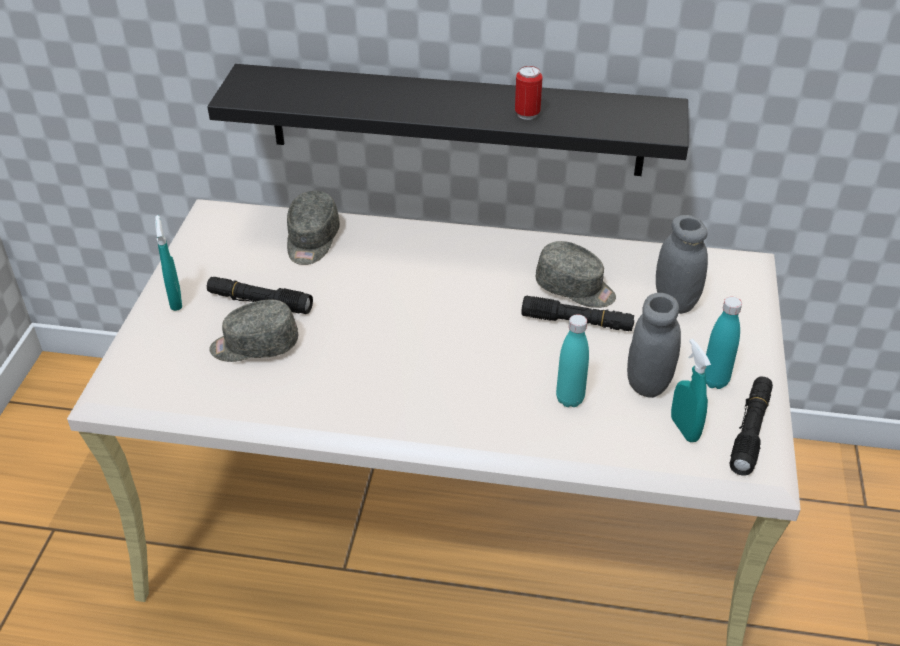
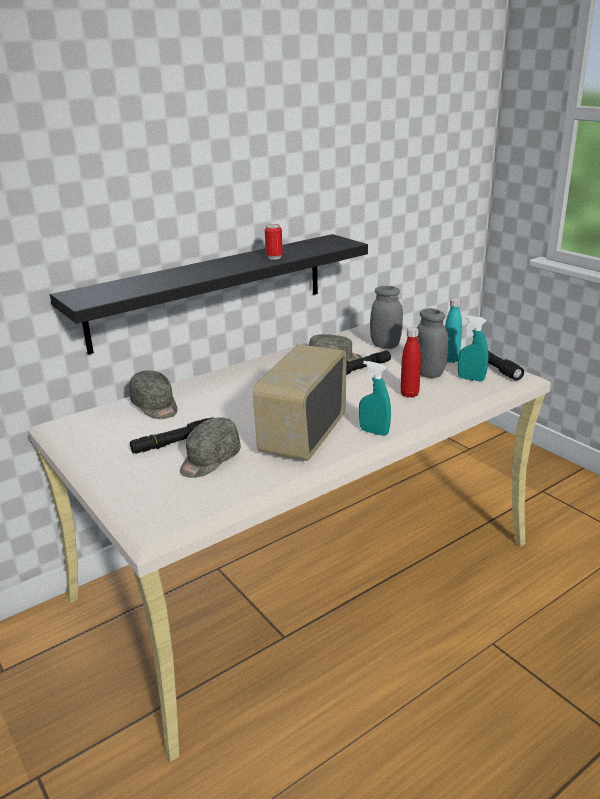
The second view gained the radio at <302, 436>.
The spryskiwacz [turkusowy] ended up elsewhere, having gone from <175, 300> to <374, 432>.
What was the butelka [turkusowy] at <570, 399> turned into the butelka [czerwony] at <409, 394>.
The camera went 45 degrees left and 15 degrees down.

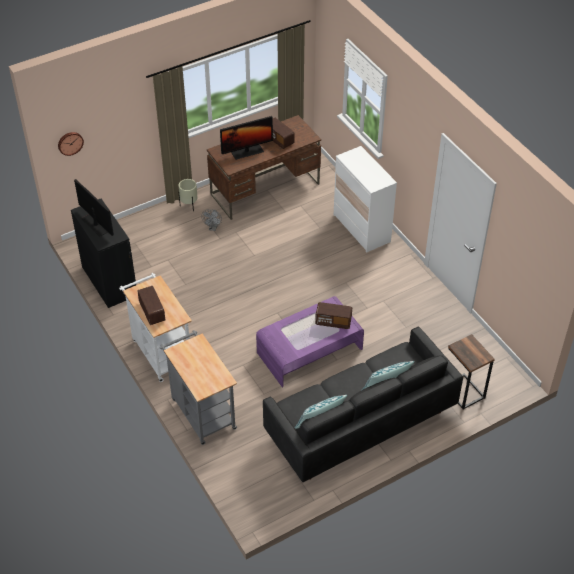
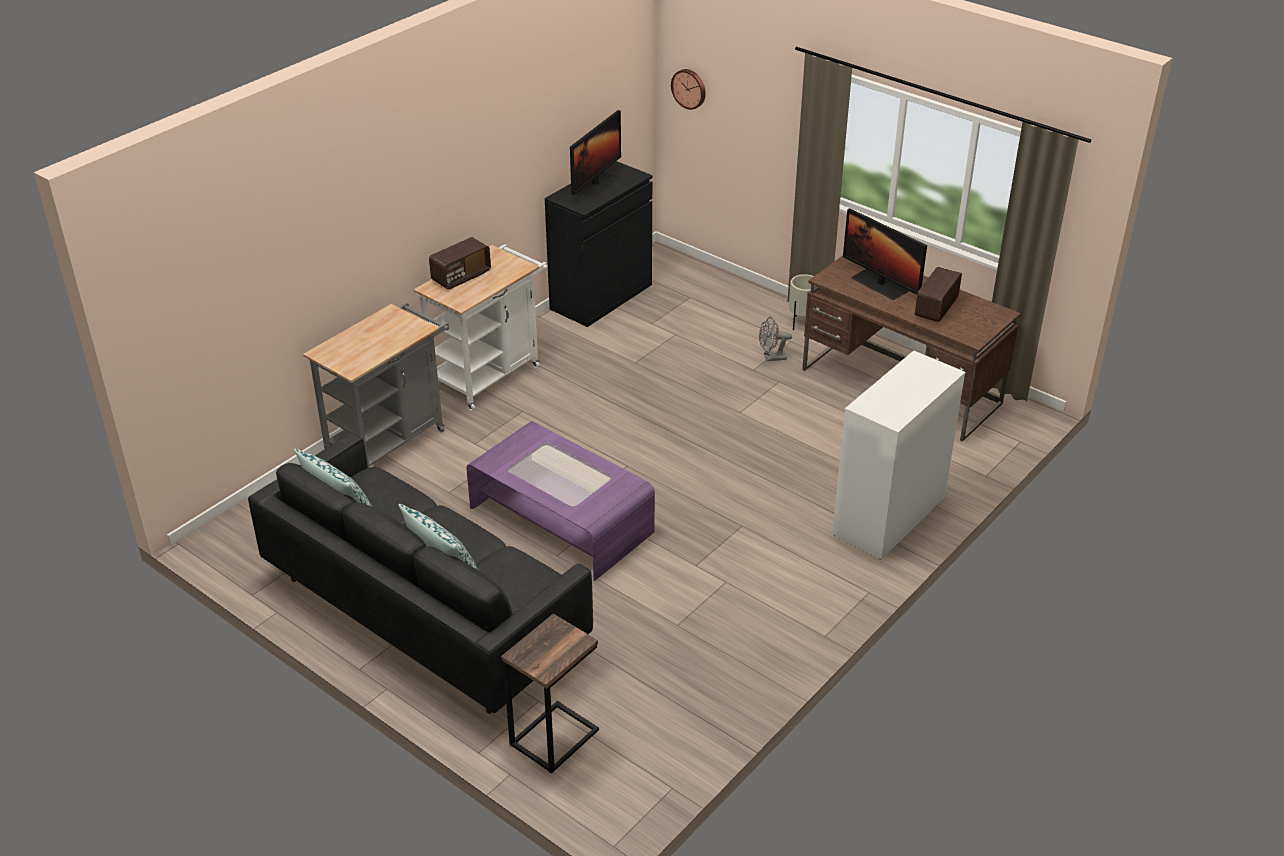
The second view lost the radio at <333, 322>.
The camera went 70 degrees right and 10 degrees down.

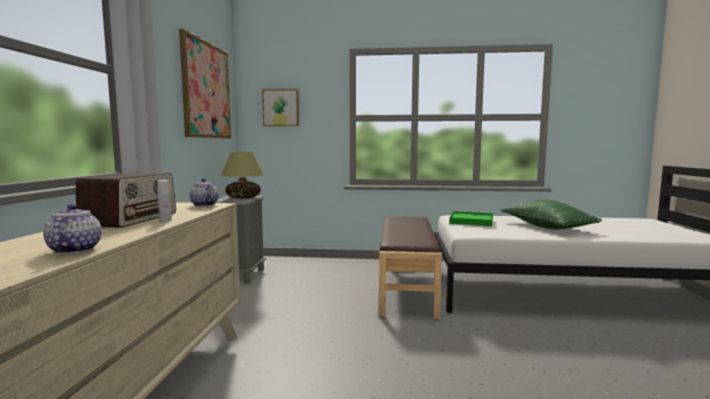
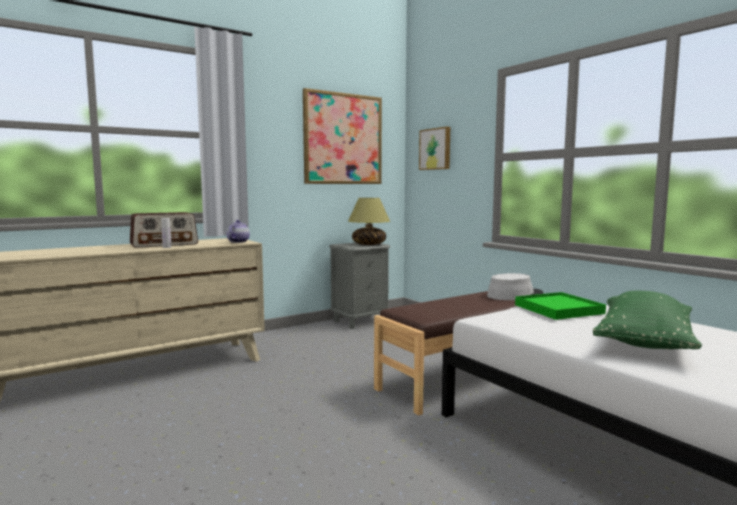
The second view lost the imbryk at <74, 250>.
The second view gained the kapelusz [szary] at <514, 295>.
The camera went 50 degrees right and 0 degrees up.

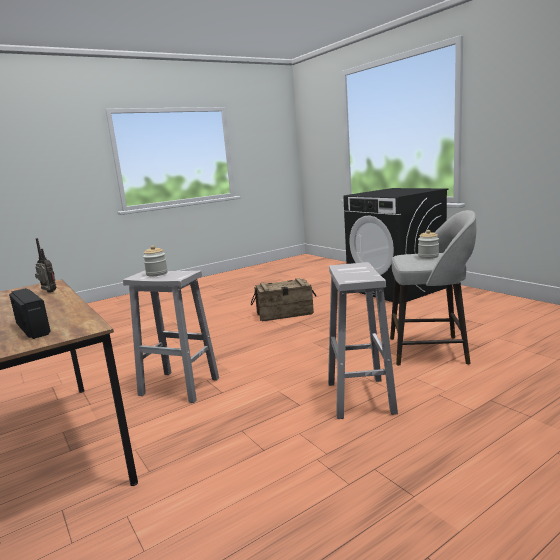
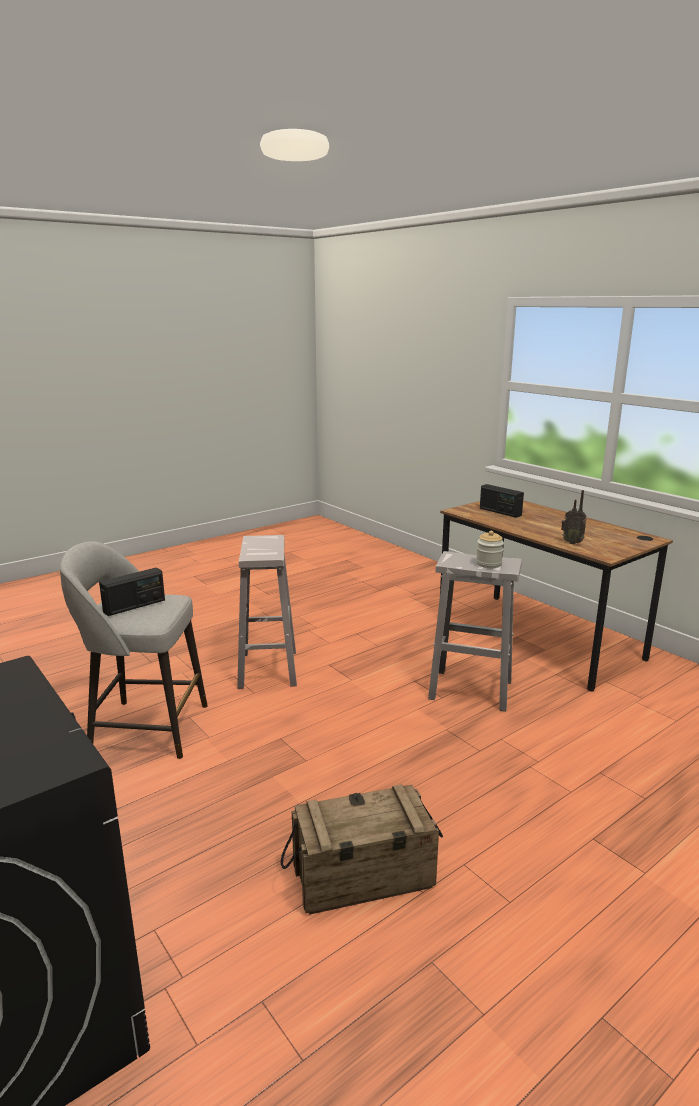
Where the słoik stood at <428, 256>, the radio came to stand at <134, 606>.
The camera went 175 degrees right and 5 degrees up.

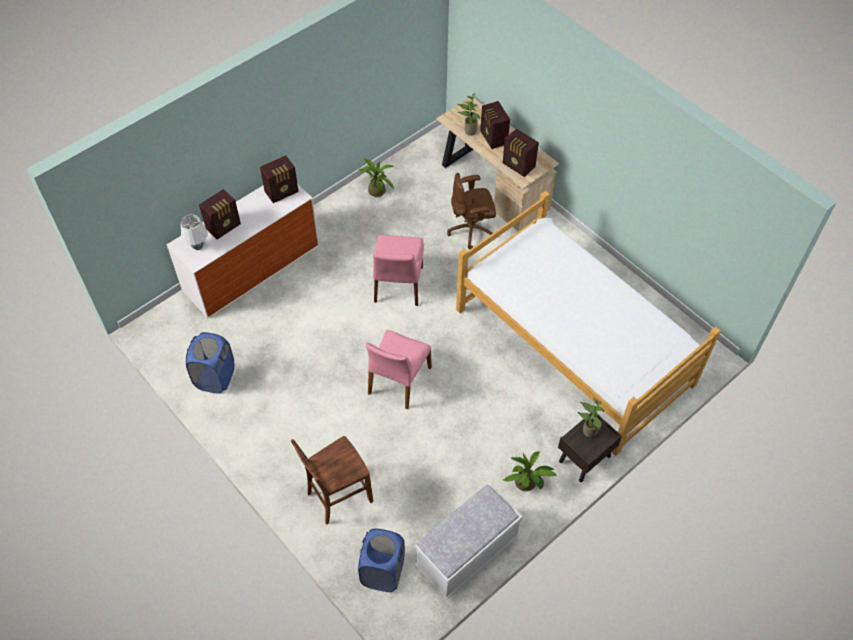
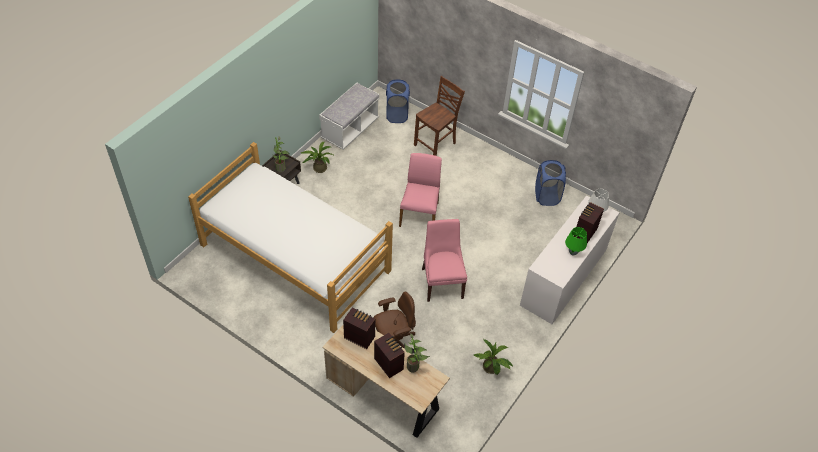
The second view lost the radio at <282, 192>.
The second view gained the lampa stołowa [zielony] at <573, 252>.
The camera went 165 degrees right and 5 degrees down.

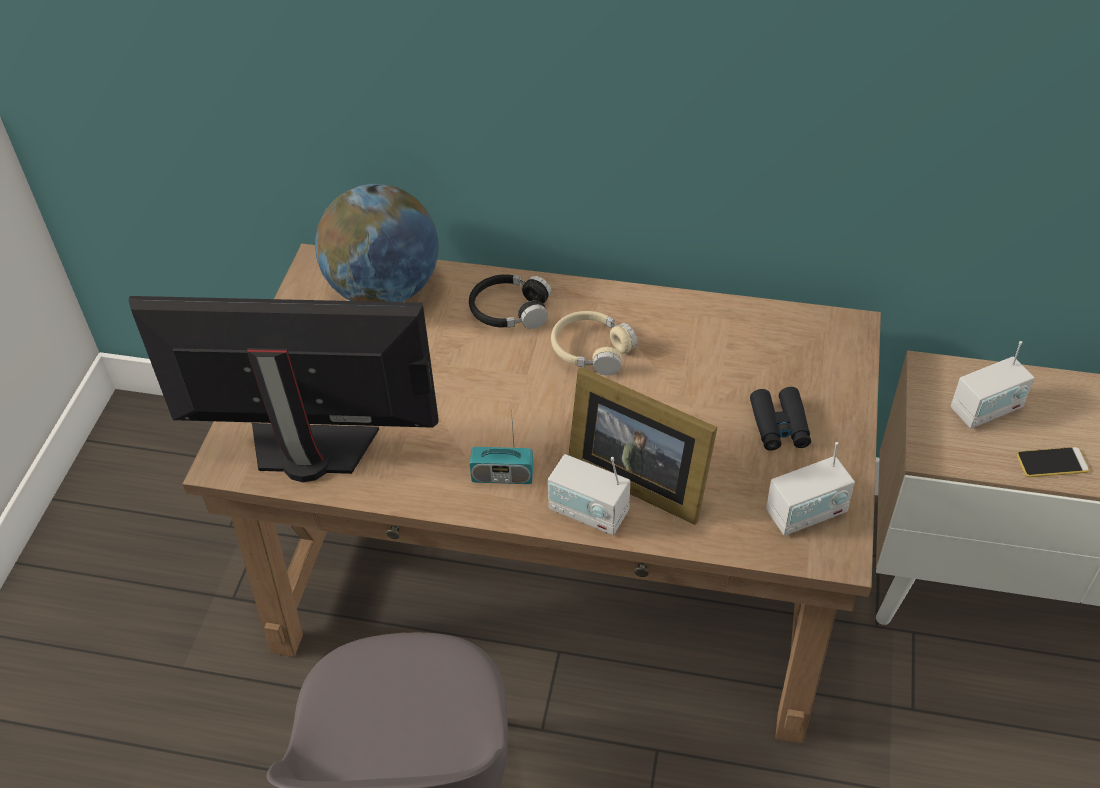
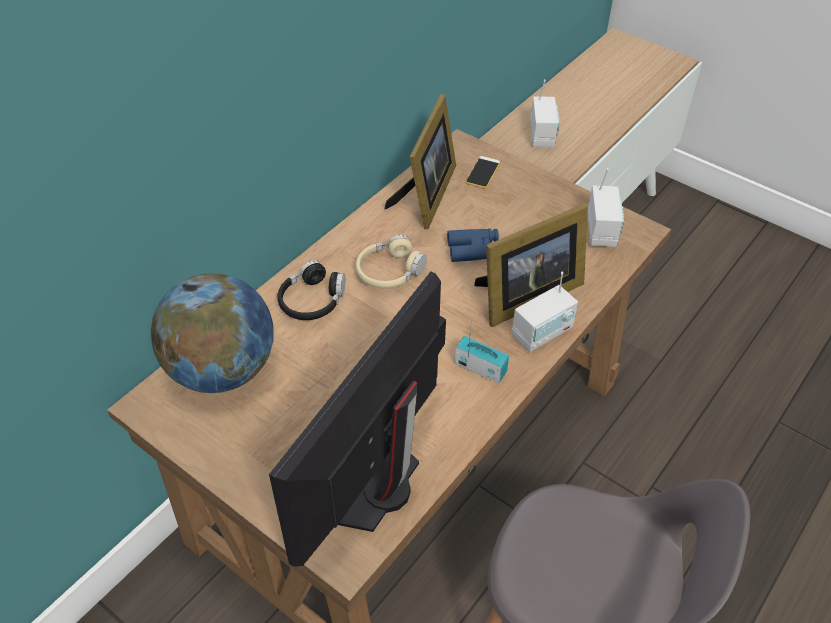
The second view lost the lornetka [czarny] at <779, 425>.
The second view gained the ramka na zdjęcie at <426, 196>.
The second view gained the lornetka [niebieski] at <474, 250>.
The telefon ended up elsewhere, having gone from <1052, 463> to <483, 172>.
The radio at <502, 476> ended up facing another way, 90 degrees counterclockwise from before.
The camera went 65 degrees left and 0 degrees up.

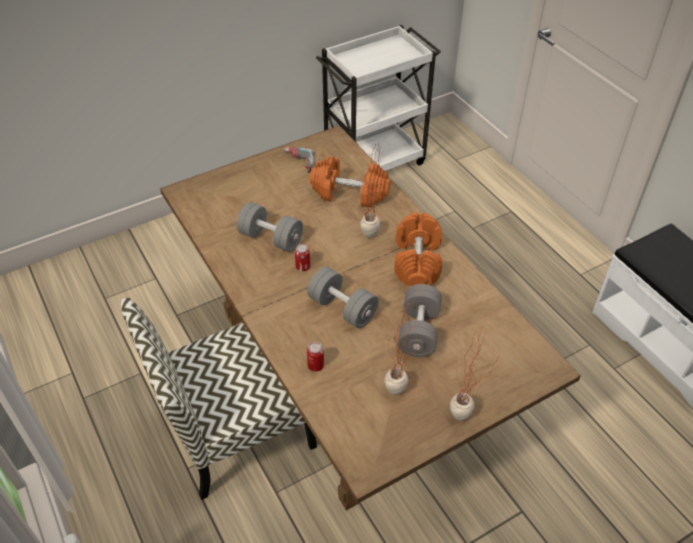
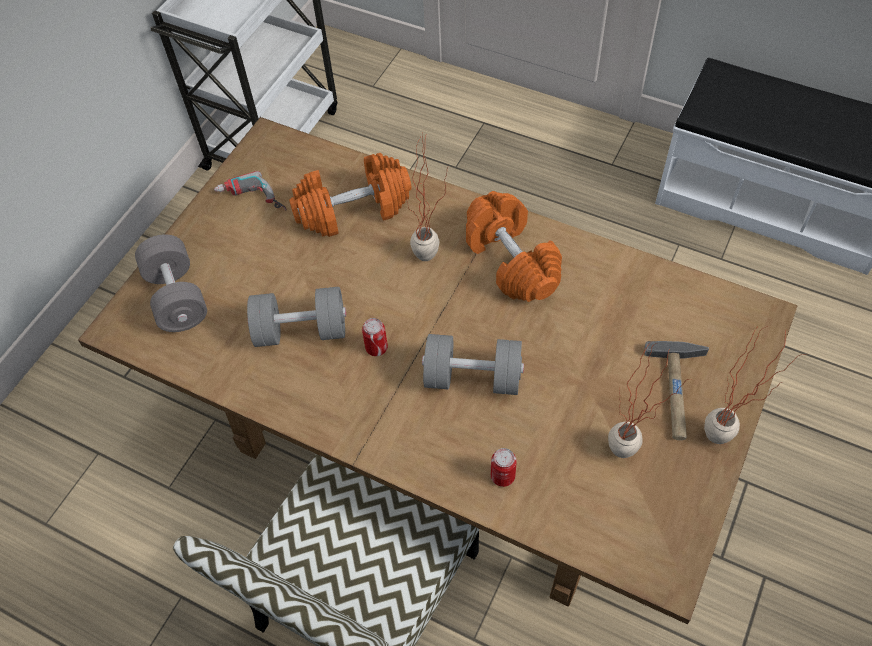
The second view gained the młotek at <678, 392>.
The hantel [szary] ended up elsewhere, having gone from <418, 331> to <177, 297>.
The camera went 30 degrees left and 10 degrees up.

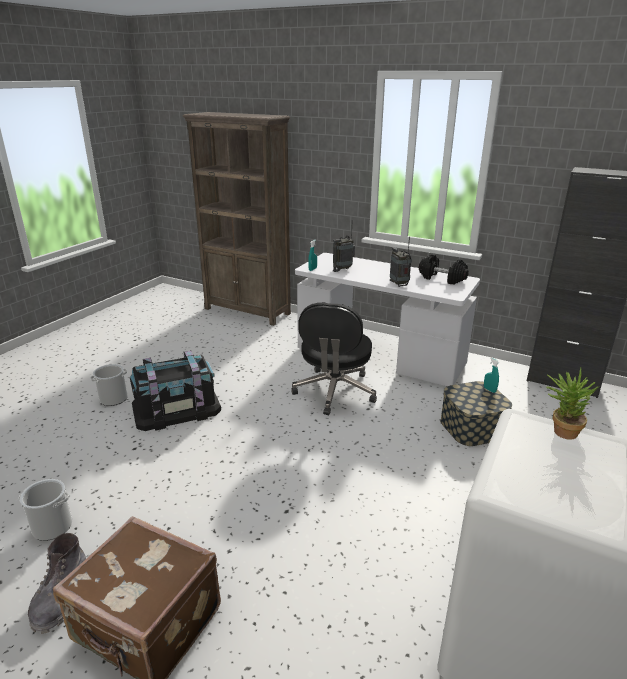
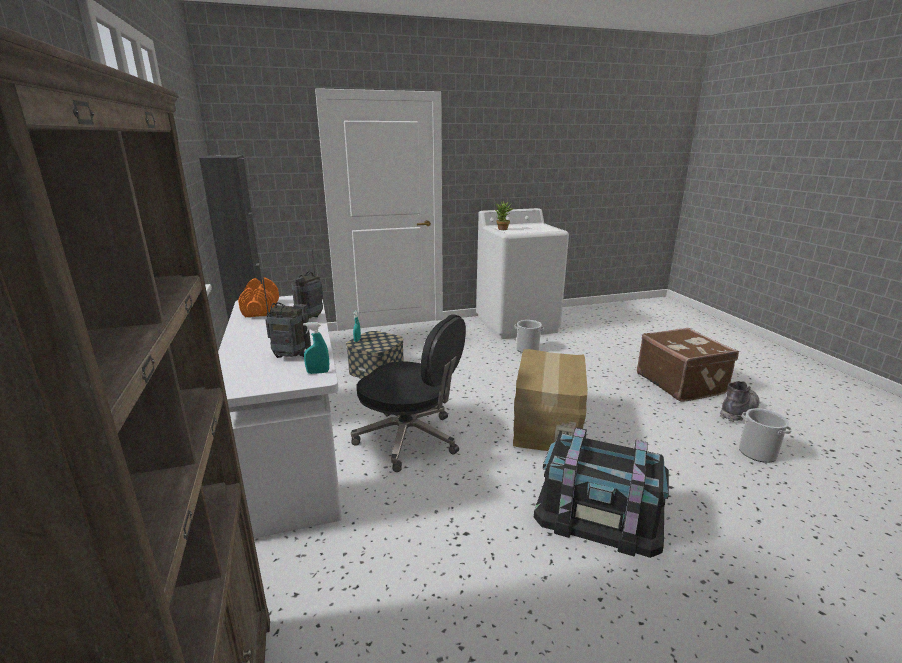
The second view gained the karton at <546, 424>.
The wiadro ended up elsewhere, having gone from <113, 399> to <527, 349>.
What was the hantel [czarny] at <441, 279> turned into the hantel [pomarańczowy] at <261, 309>.
The krzesło biurowe [czarny] at <334, 392> ended up facing another way, 60 degrees clockwise from before.
The camera went 135 degrees left and 5 degrees down.

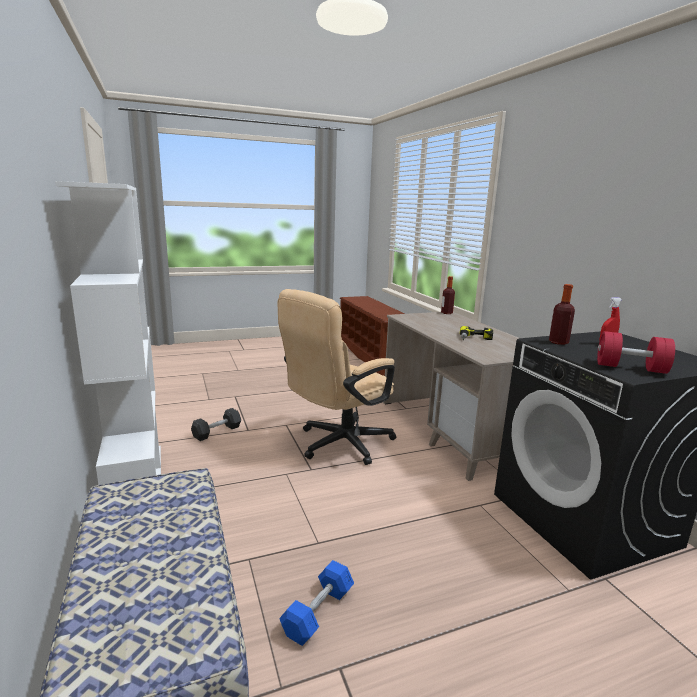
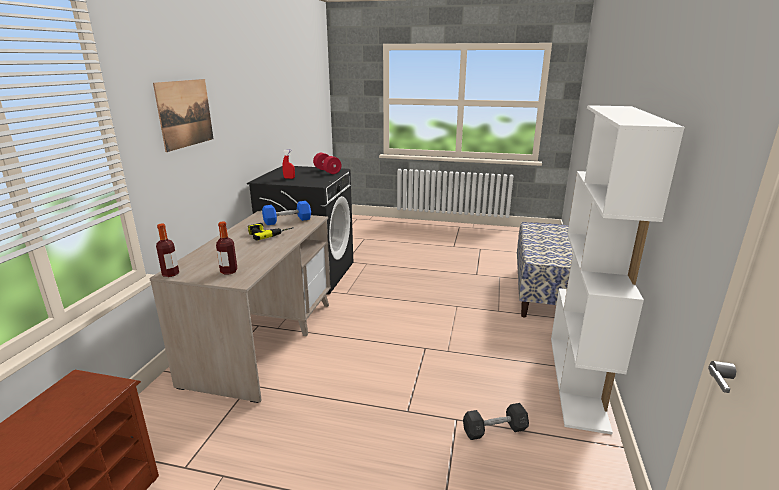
The second view lost the krzesło biurowe [beżowy] at <337, 445>.
The second view gained the obraz at <185, 113>.
The hantel [niebieski] ended up elsewhere, having gone from <318, 612> to <287, 221>.
The butelka ended up elsewhere, having gone from <558, 342> to <229, 271>.
The camera went 145 degrees left and 5 degrees up.

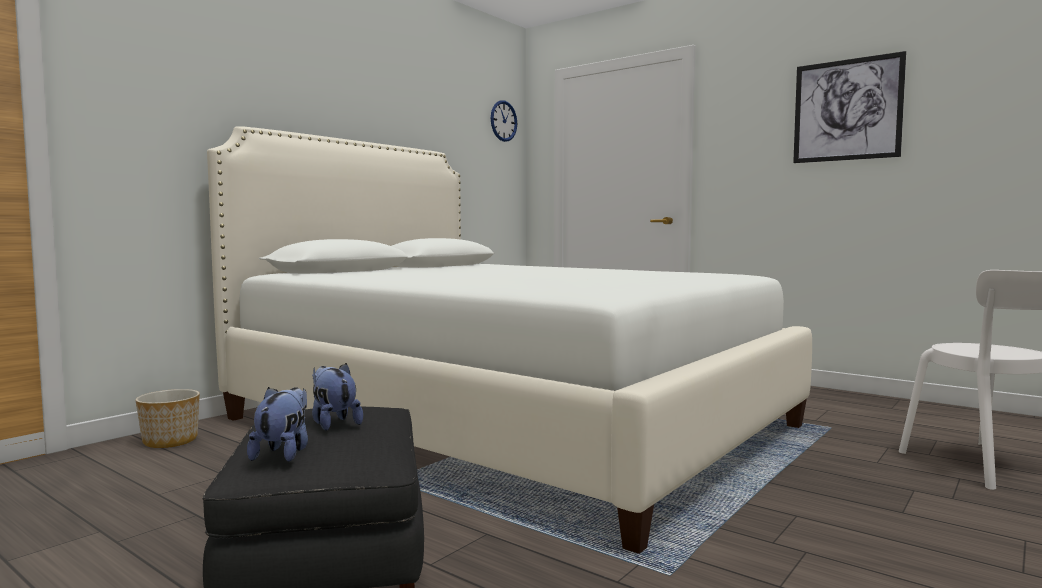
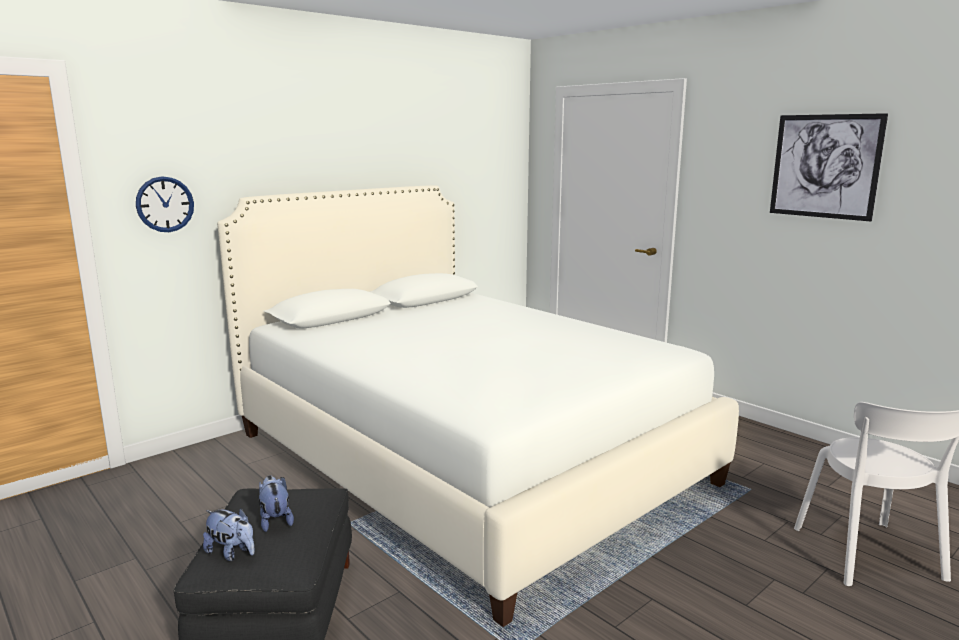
The second view lost the donica at <170, 441>.
The zegar ścienny ended up elsewhere, having gone from <503, 121> to <165, 204>.
The pluszak at <284, 453> ended up facing another way, 105 degrees clockwise from before.
The camera went 10 degrees right and 10 degrees up.

